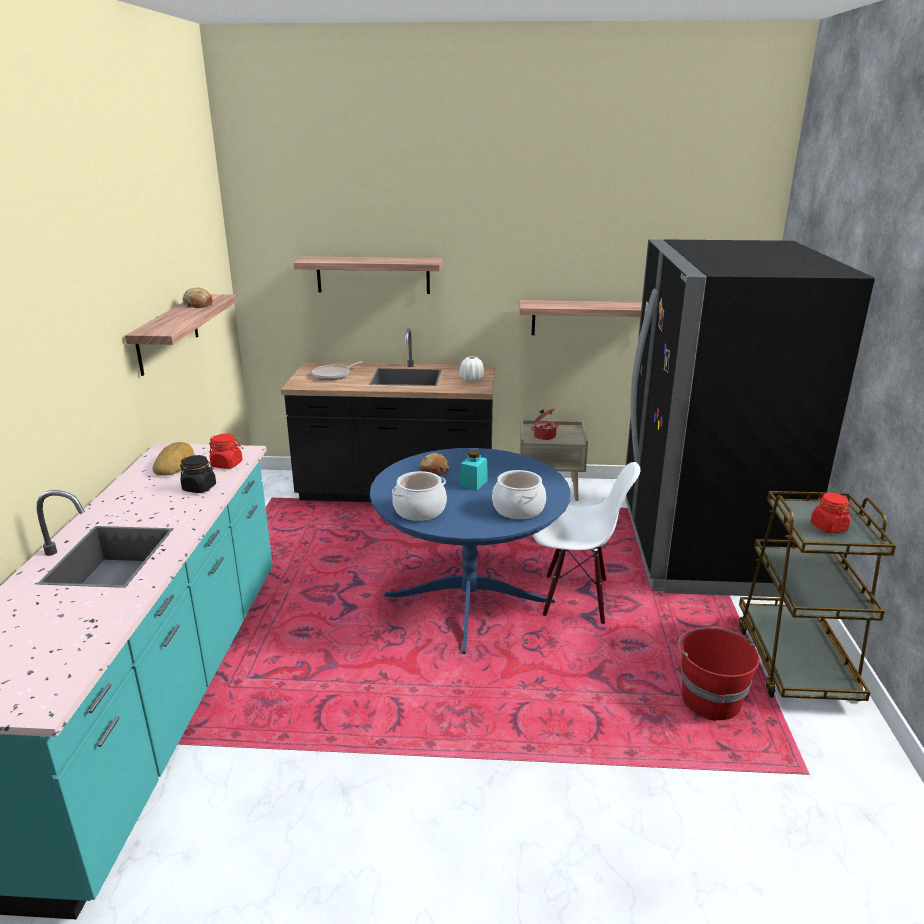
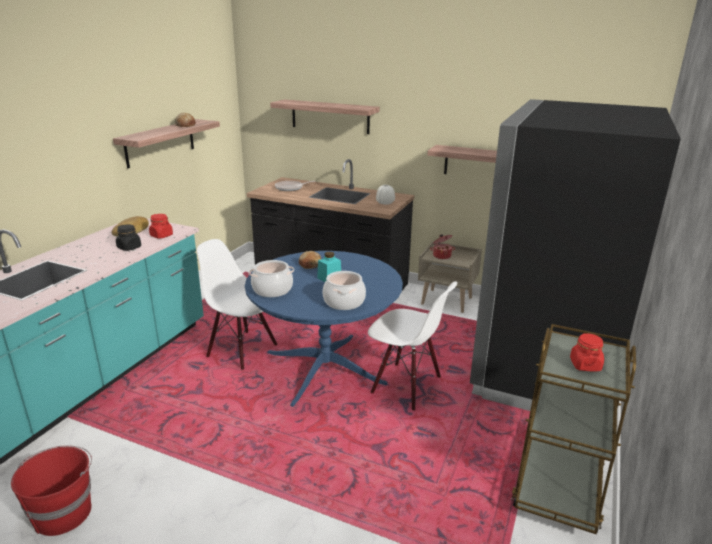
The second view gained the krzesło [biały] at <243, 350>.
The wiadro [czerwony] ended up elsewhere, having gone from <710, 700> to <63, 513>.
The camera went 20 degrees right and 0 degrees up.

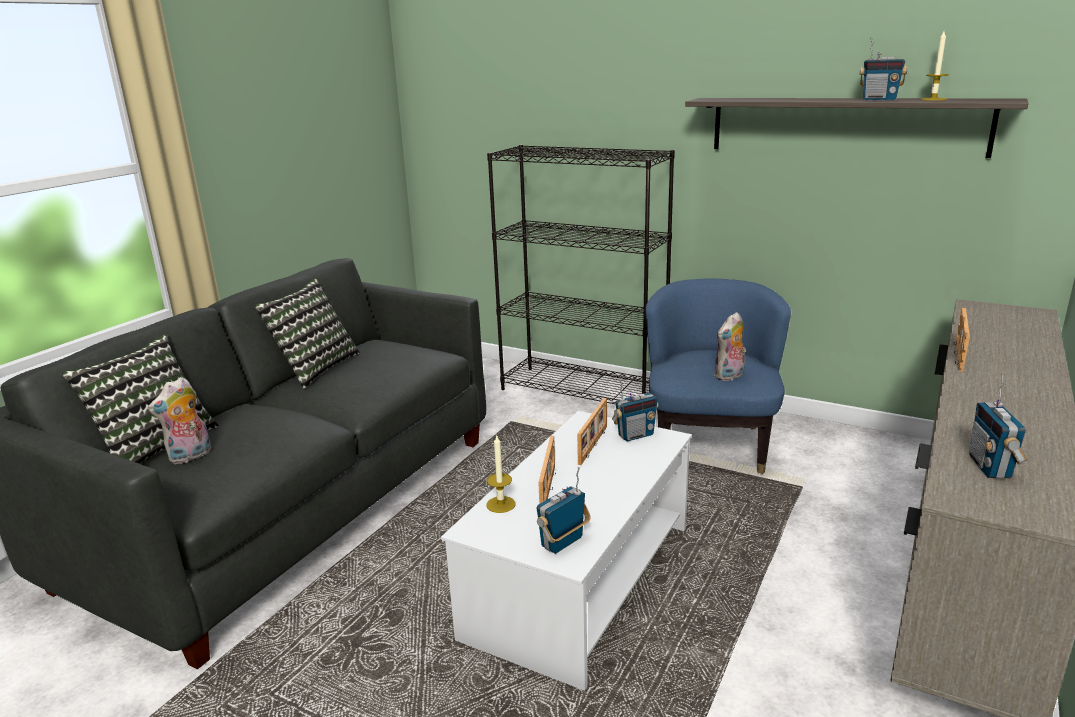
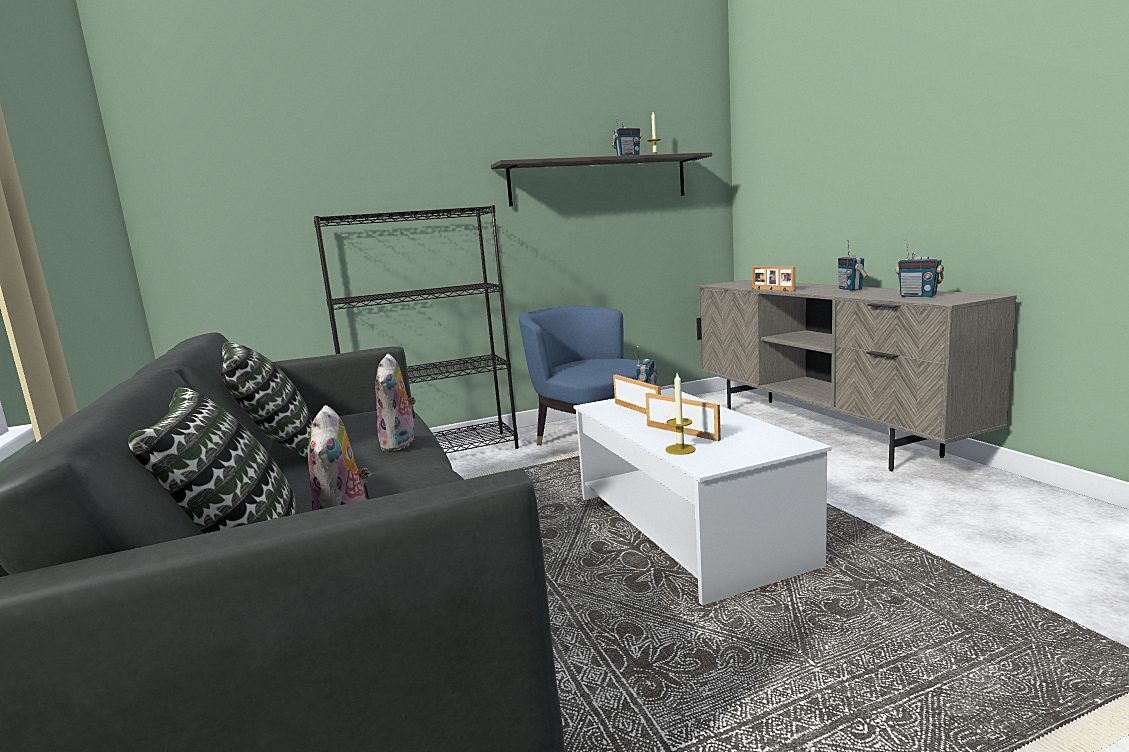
The radio ended up elsewhere, having gone from <563, 542> to <850, 289>.
The pluszak ended up elsewhere, having gone from <730, 376> to <400, 444>.
The camera went 50 degrees left and 10 degrees down.

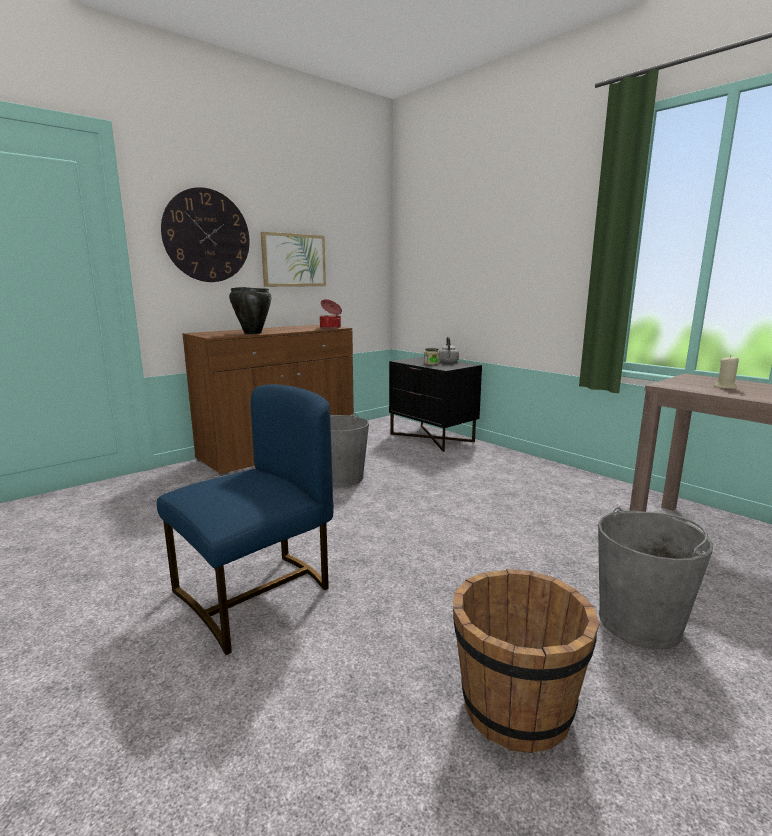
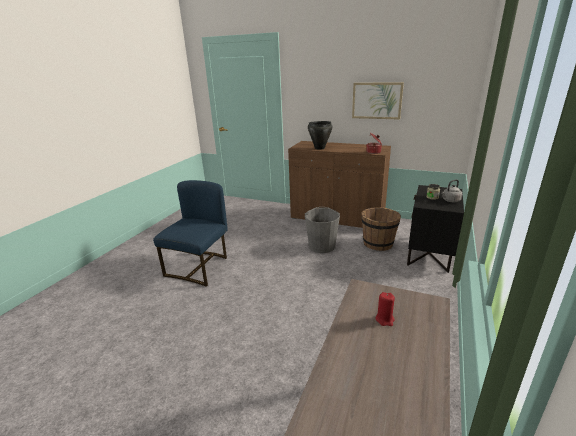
The second view lost the zegar ścienny at <207, 236>.
The second view lost the wiadro [szary] at <640, 623>.
The wiadro [brązowy] ended up elsewhere, having gone from <515, 707> to <378, 243>.
What was the świeca [beżowy] at <725, 387> turned into the świeca [czerwony] at <384, 319>.
The krzesło [niebieski] at <256, 594> ended up facing another way, 90 degrees counterclockwise from before.
The camera went 65 degrees right and 10 degrees up.

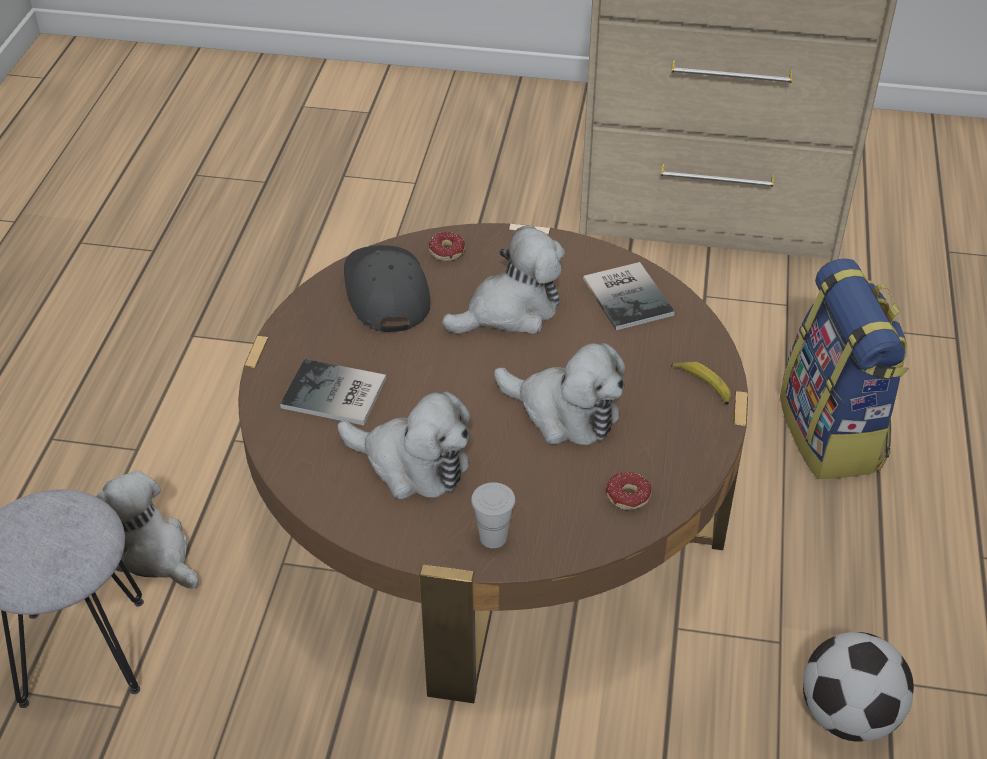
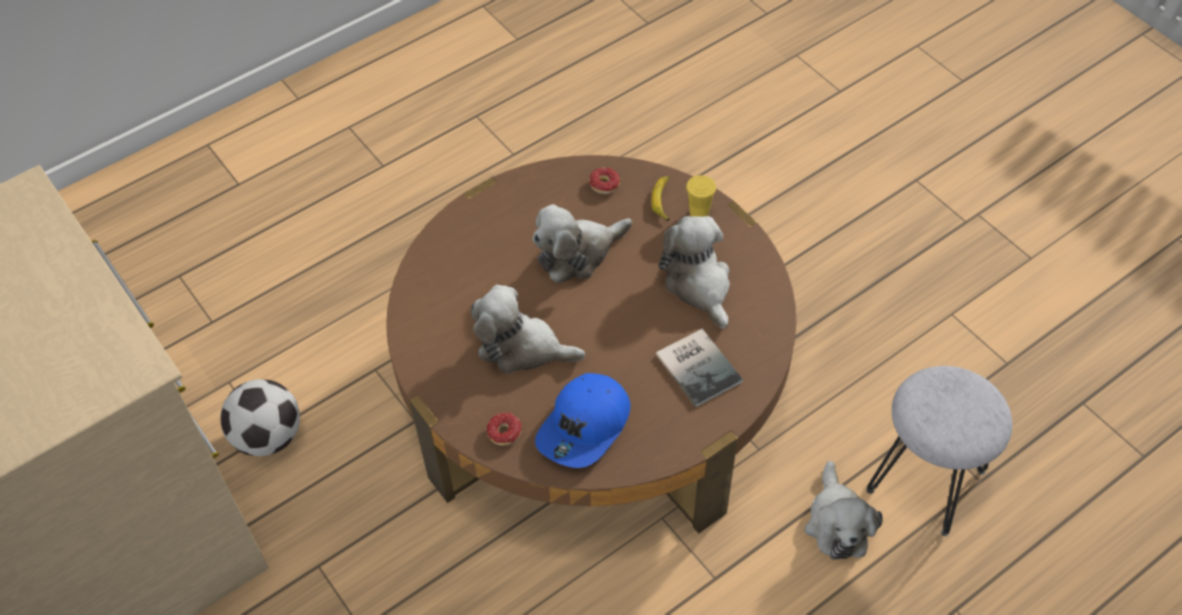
The second view lost the książka at <629, 295>.
The second view lost the plecak at <832, 434>.
The banan ended up elsewhere, having gone from <703, 386> to <663, 200>.
The piłka futbolowa ended up elsewhere, having gone from <848, 715> to <268, 436>.
What was the czapka z daszkiem [szary] at <386, 293> turned into the czapka z daszkiem [niebieski] at <585, 427>.
What was the filiżanka [biały] at <493, 537> turned into the filiżanka [żółty] at <699, 213>.
The pluszak at <564, 413> ended up facing another way, 105 degrees counterclockwise from before.
The camera went 135 degrees left and 10 degrees up.

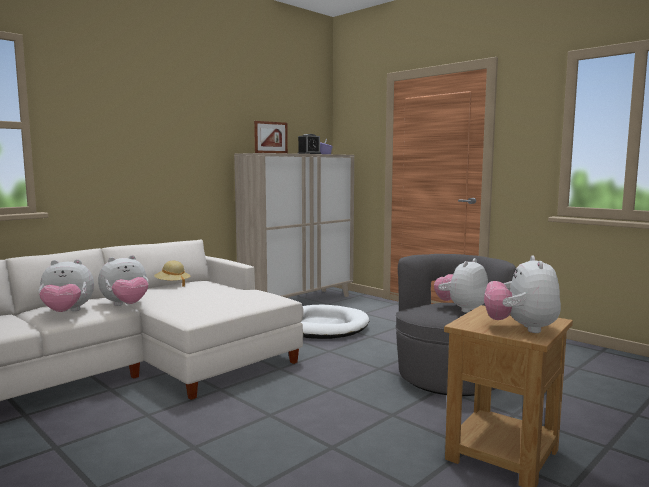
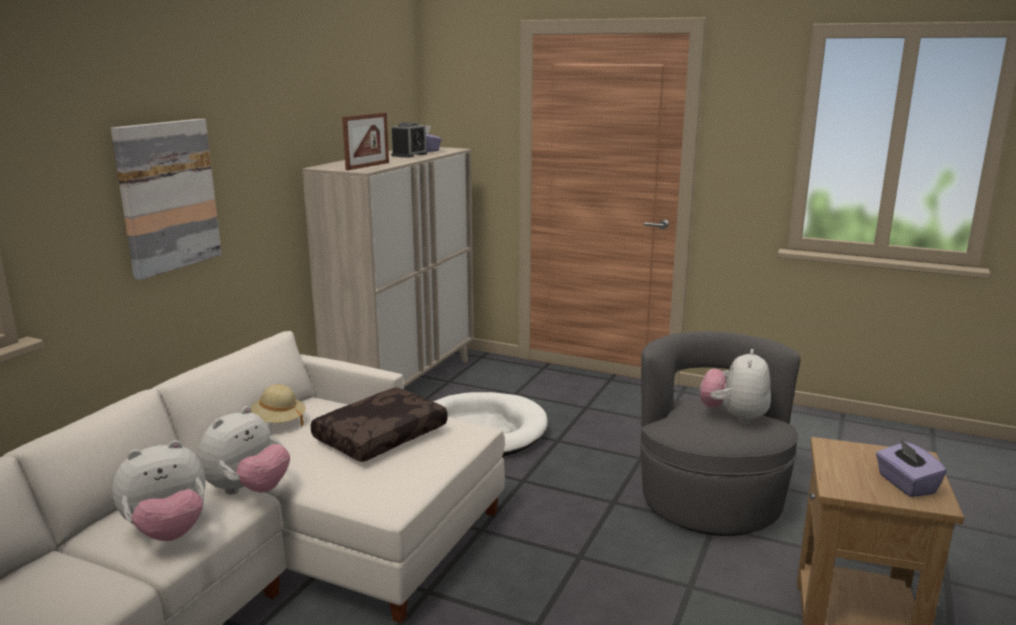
The second view gained the obraz at <167, 196>.
The second view gained the poduszka [brązowy] at <380, 435>.
Where the pluszak stood at <521, 328>, the pudełko chusteczek [fioletowy] came to stand at <905, 484>.
The camera went 20 degrees left and 10 degrees up.

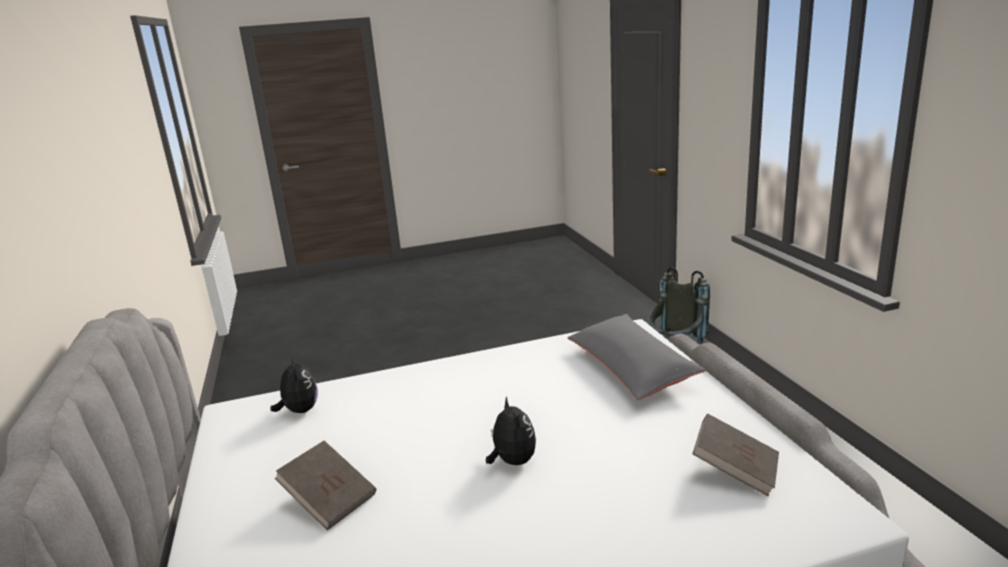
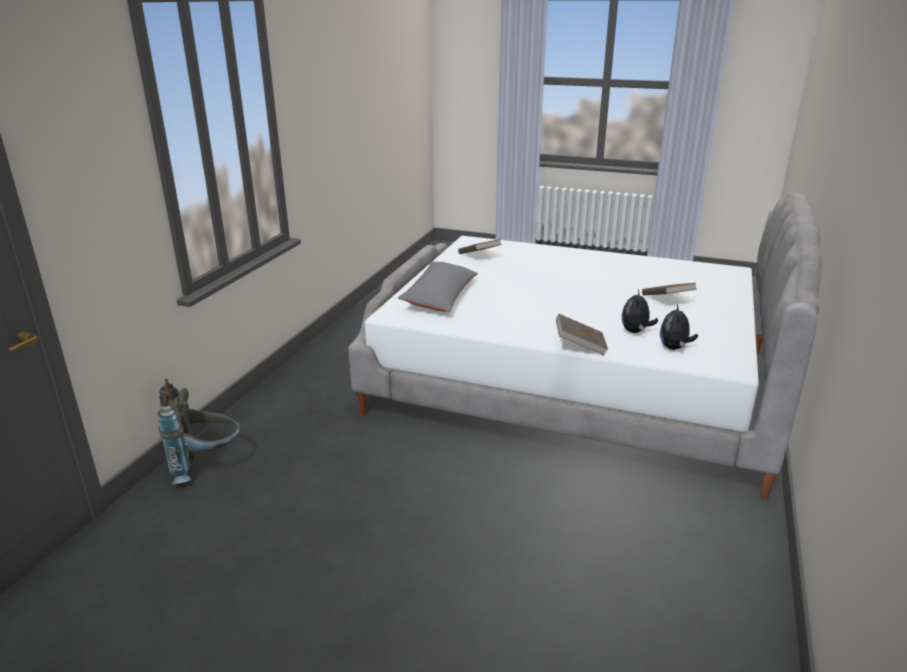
The second view gained the książka [brązowy] at <580, 346>.
The pluszak ended up elsewhere, having gone from <512, 461> to <635, 331>.
The camera went 145 degrees left and 5 degrees up.

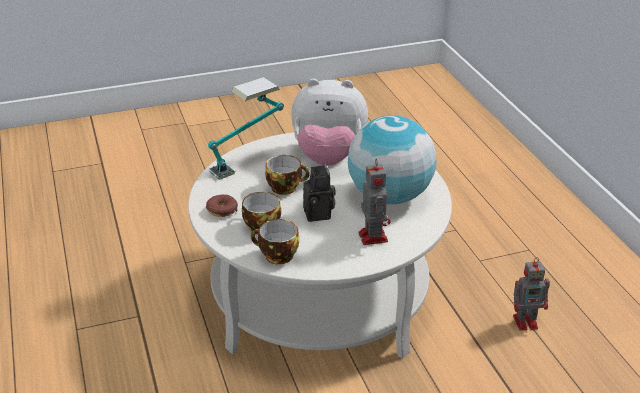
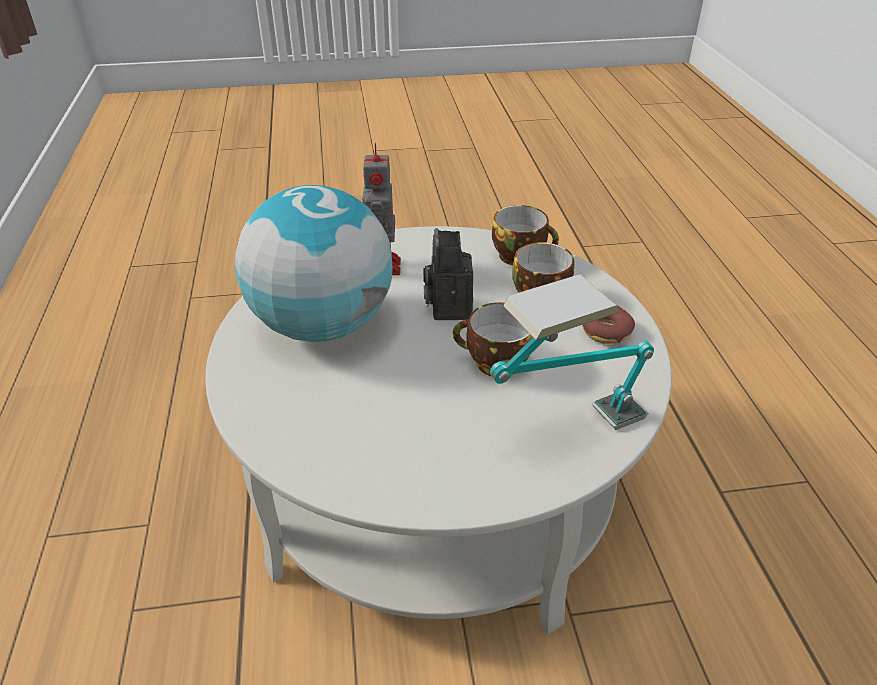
The second view lost the pluszak at <328, 157>.
The second view lost the robot zabawkowy at <526, 322>.
The camera went 170 degrees left and 5 degrees up.

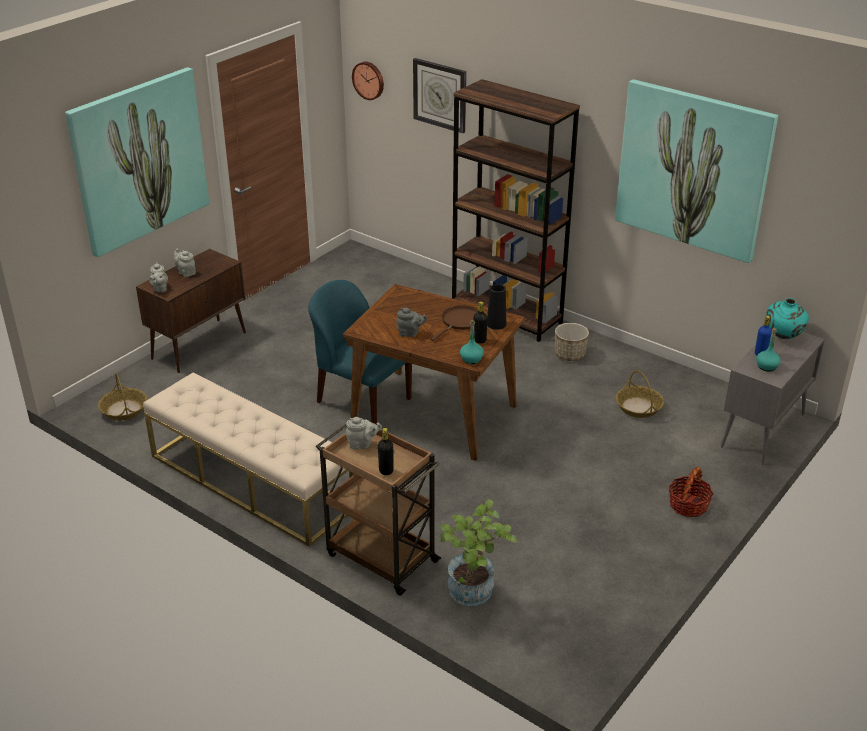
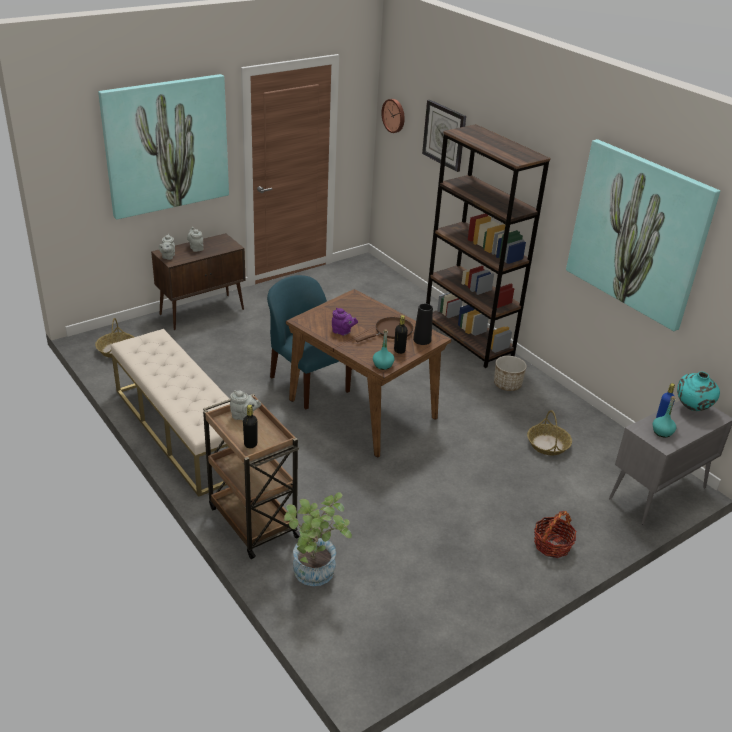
What was the imbryk [szary] at <410, 333> turned into the imbryk [fioletowy] at <343, 332>.
The camera went 15 degrees right and 0 degrees up.

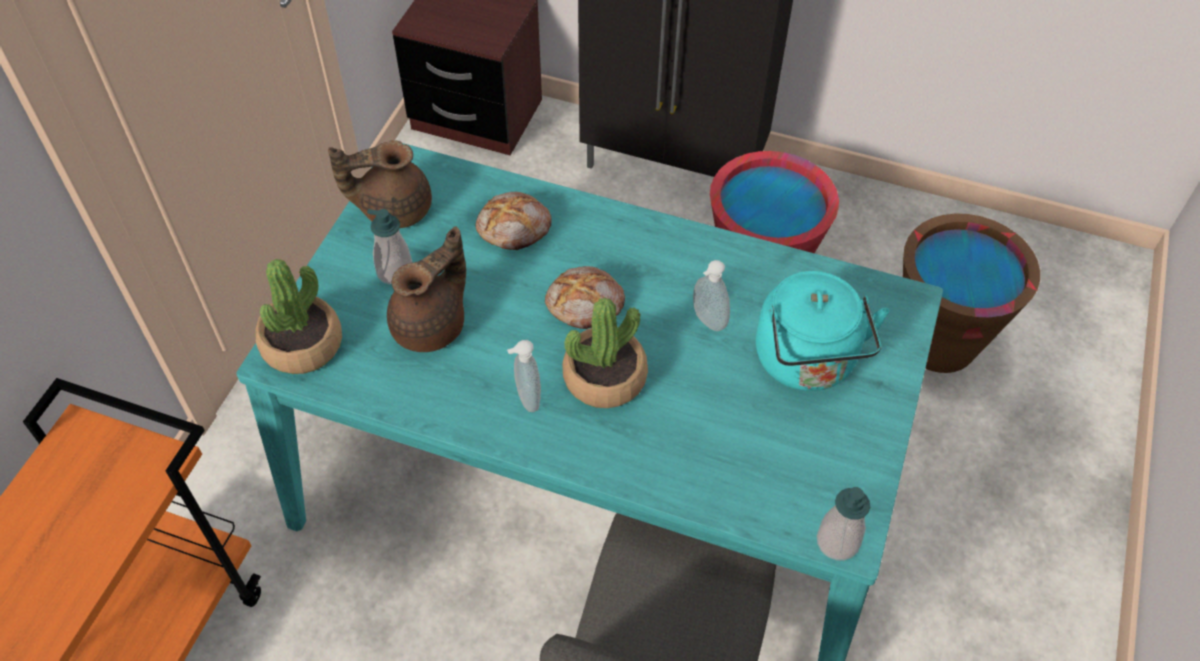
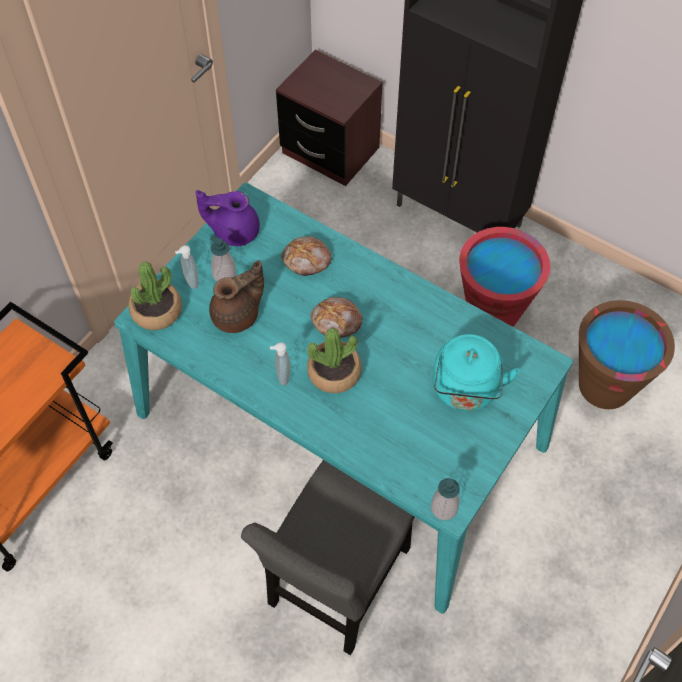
The dozownik mydła ended up elsewhere, having gone from <707, 322> to <190, 281>.
What was the imbryk [brązowy] at <393, 208> turned into the imbryk [fioletowy] at <234, 231>.
The camera went 15 degrees right and 5 degrees up.

